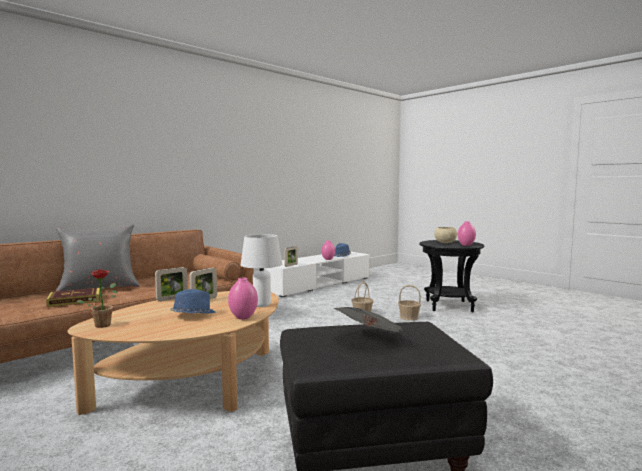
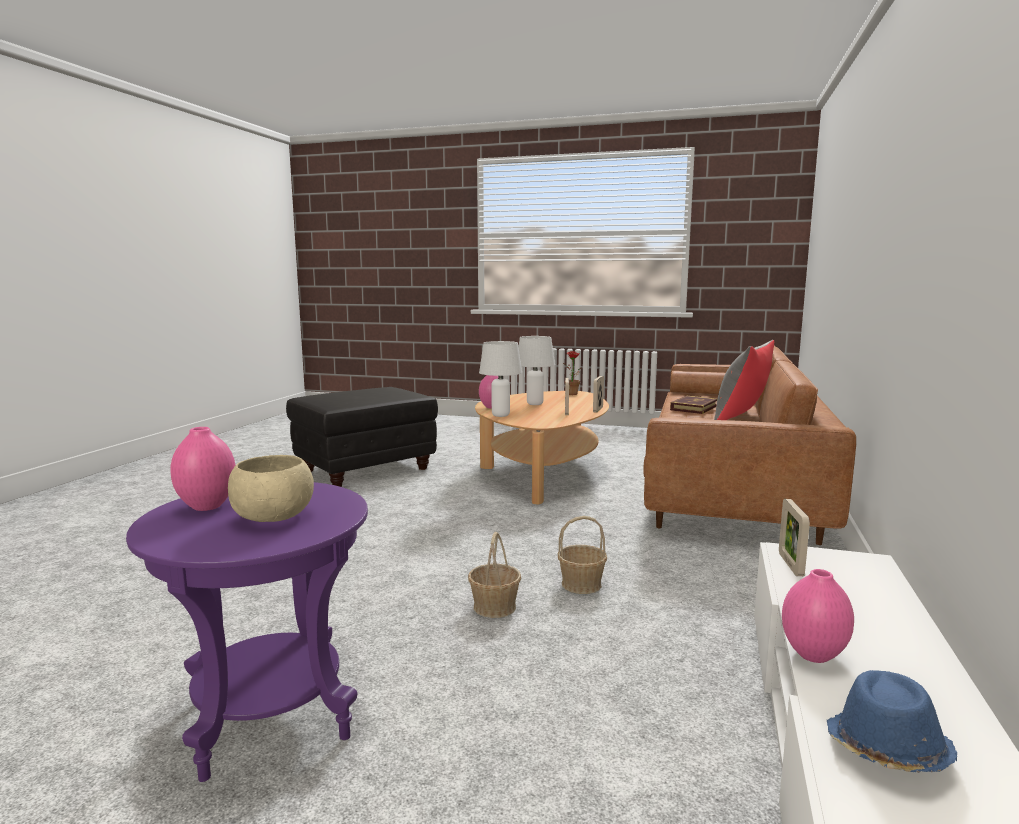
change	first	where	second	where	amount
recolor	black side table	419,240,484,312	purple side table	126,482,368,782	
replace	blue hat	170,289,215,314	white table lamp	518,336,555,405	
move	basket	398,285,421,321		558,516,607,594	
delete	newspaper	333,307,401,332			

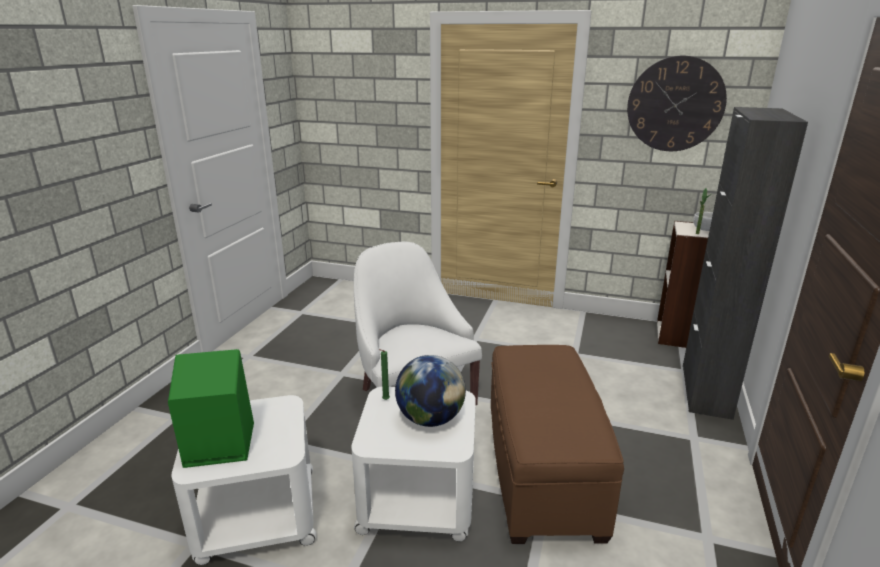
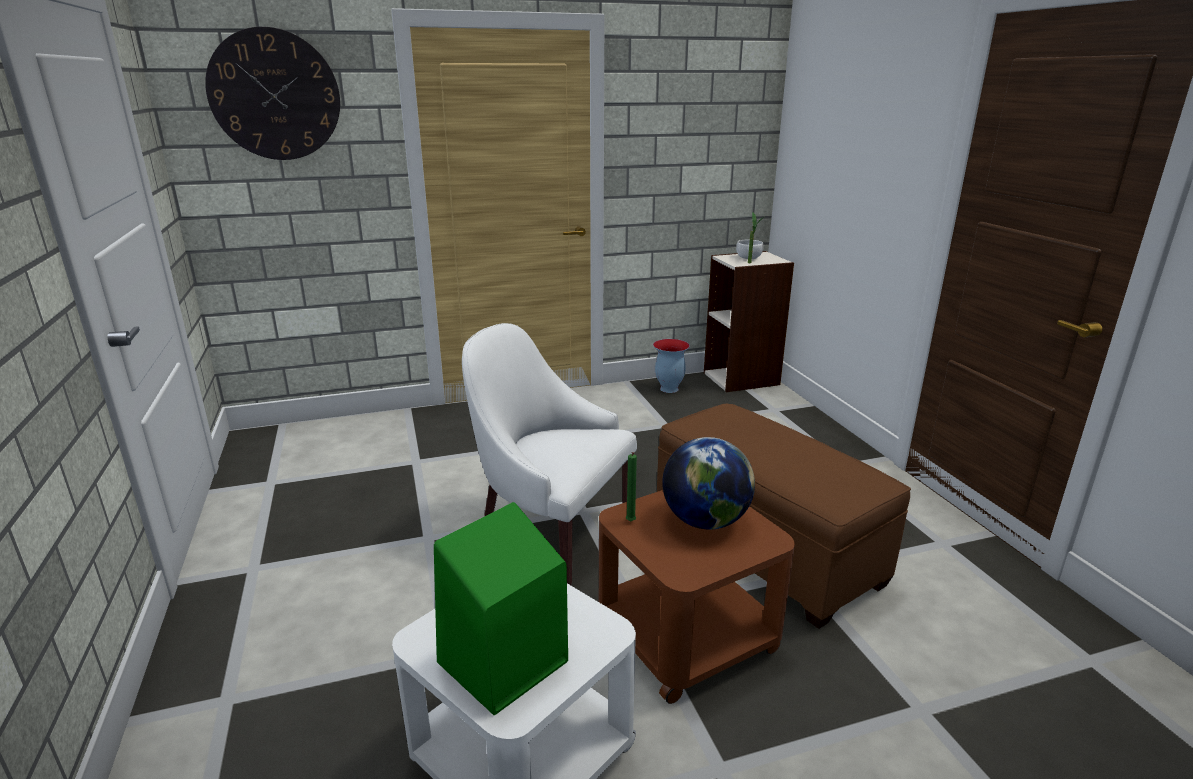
change	first	where	second	where	amount
move	wall clock	627,56,727,151		205,27,340,160	
recolor	white side table	351,387,476,541	brown side table	599,490,795,704	
insert			vase	653,339,690,393	
delete	black cabinet	683,107,808,420			

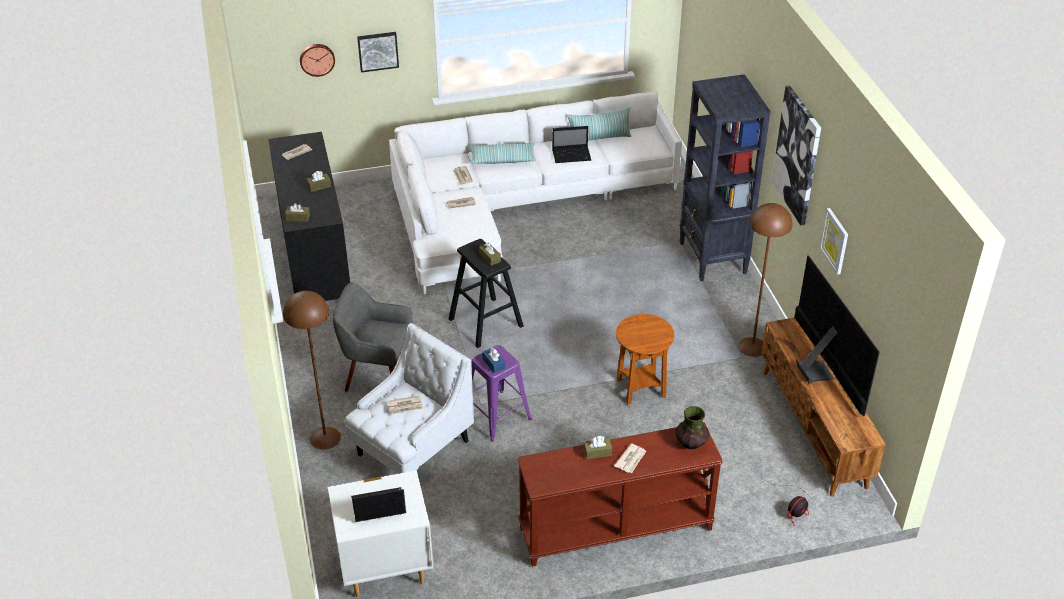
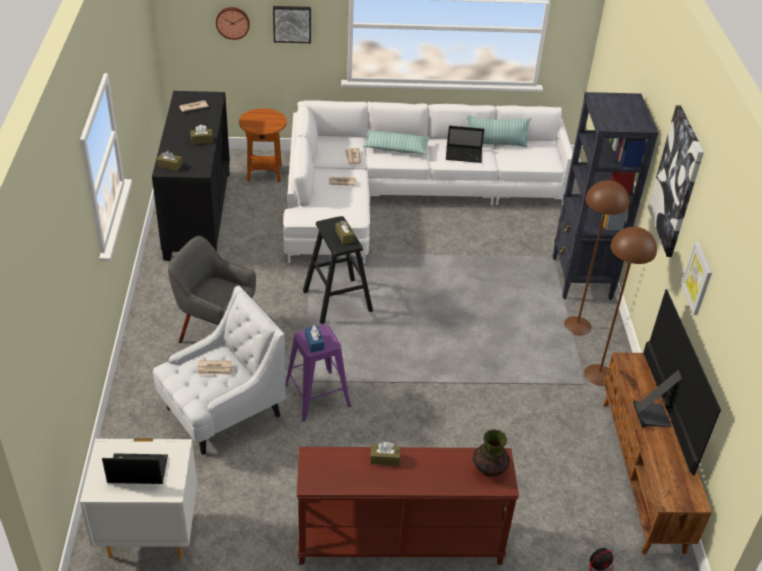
change	first	where	second	where	amount
move	brown side table	616,314,674,404		239,108,287,182	
move	brown floor lamp	283,291,341,450		564,180,629,336	
delete	newspaper	614,443,646,473			

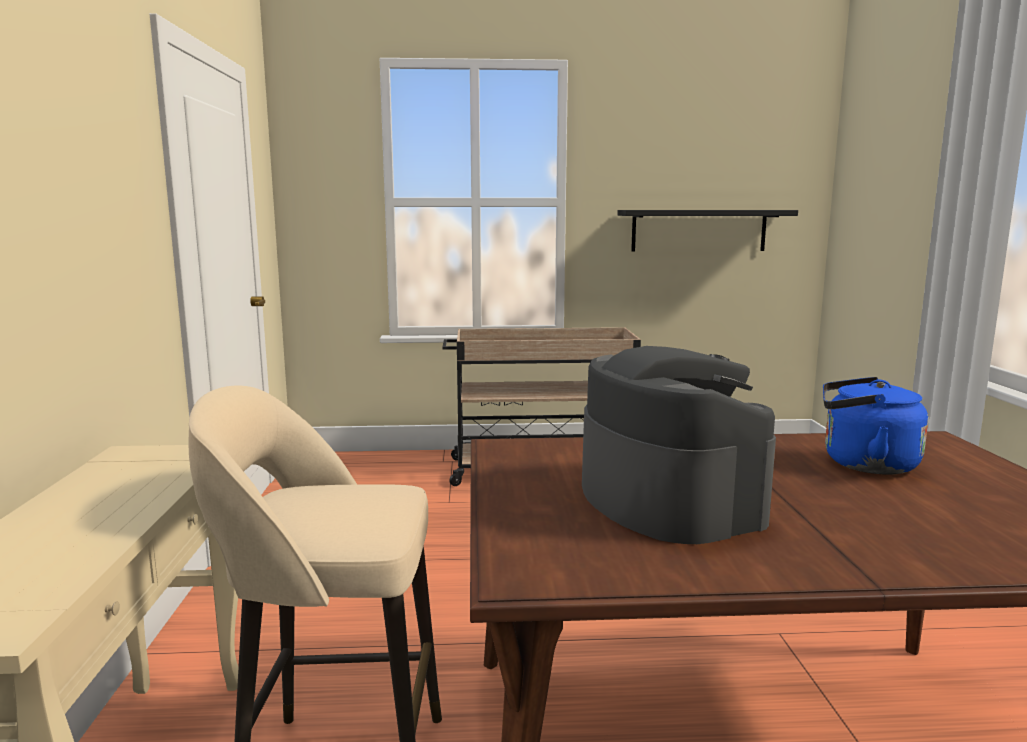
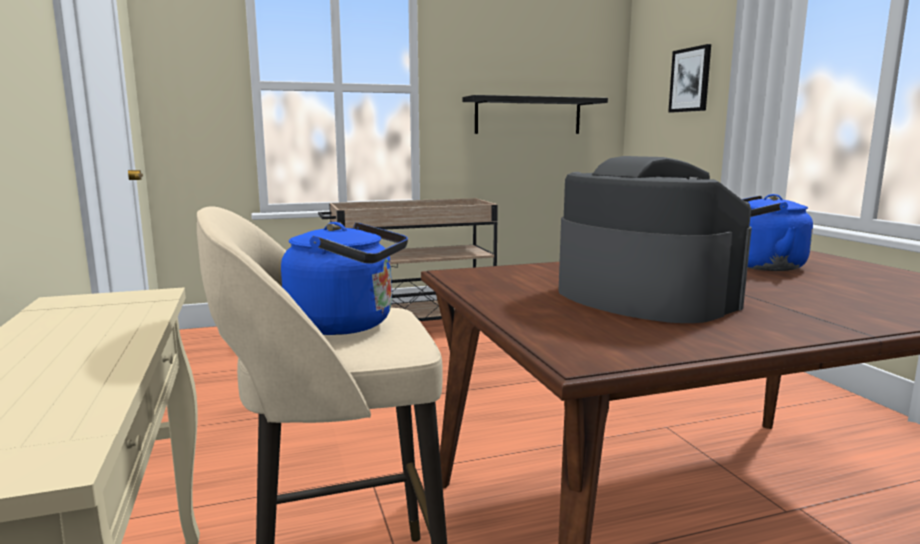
change	first	where	second	where	amount
insert			blue kettle	281,222,408,335	
insert			picture	668,44,711,113	

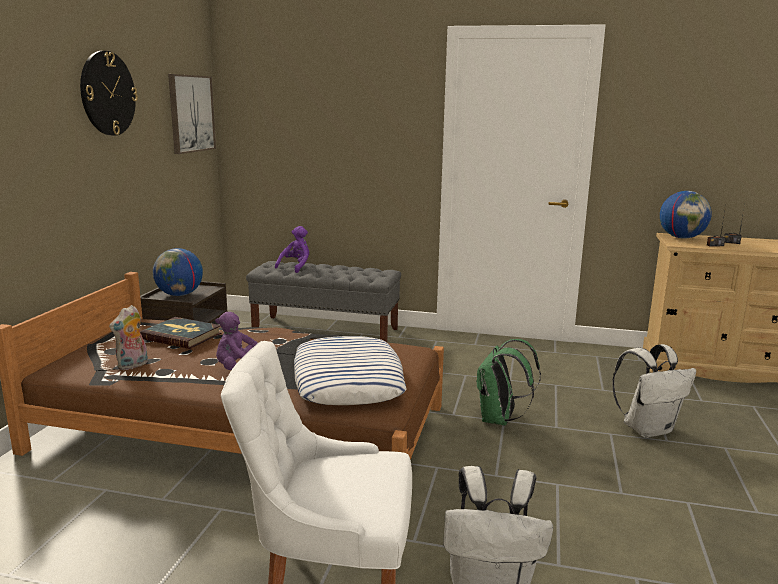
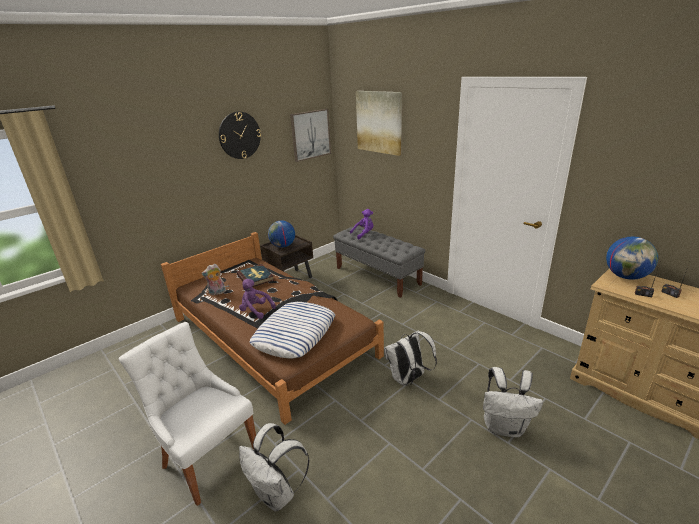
change	first	where	second	where	amount
insert			picture	356,91,402,156	
recolor	green backpack	476,339,541,426	white backpack	384,330,437,386	

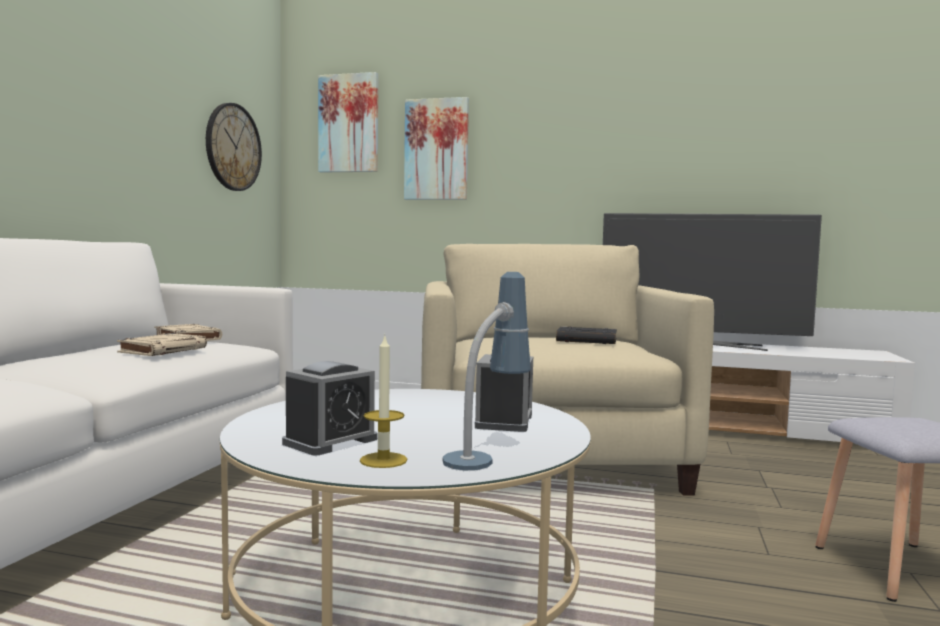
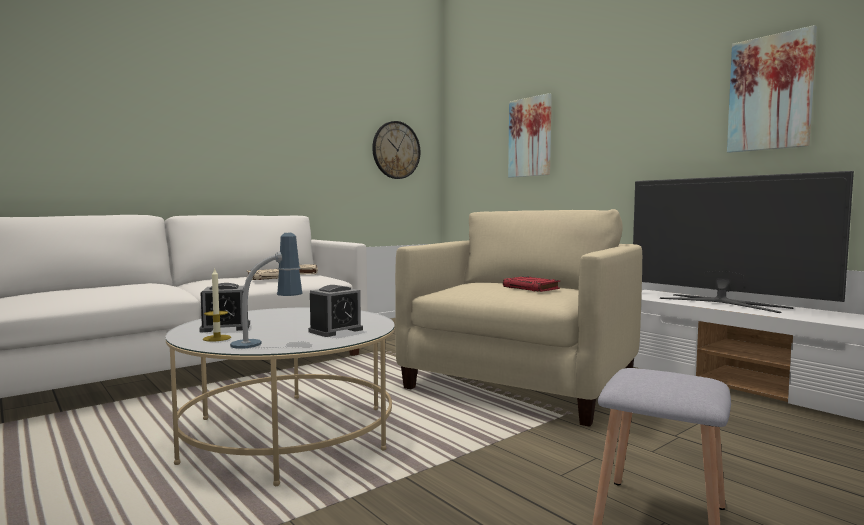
change	first	where	second	where	amount
recolor	black book	556,327,617,344	red book	503,276,560,292	
move	picture	318,72,378,173		727,25,817,153	

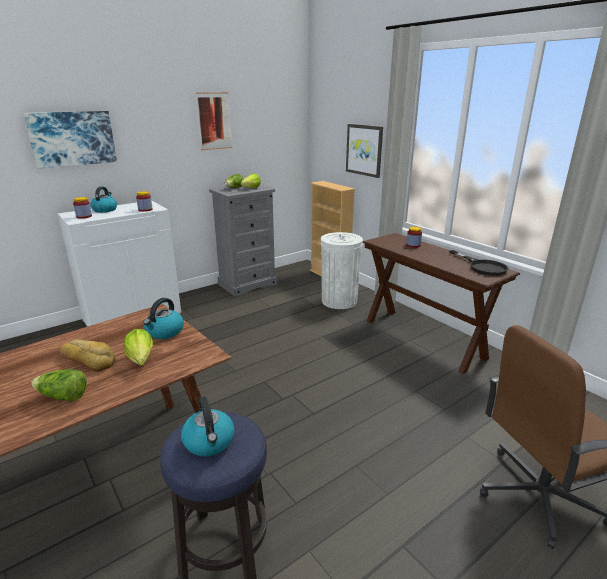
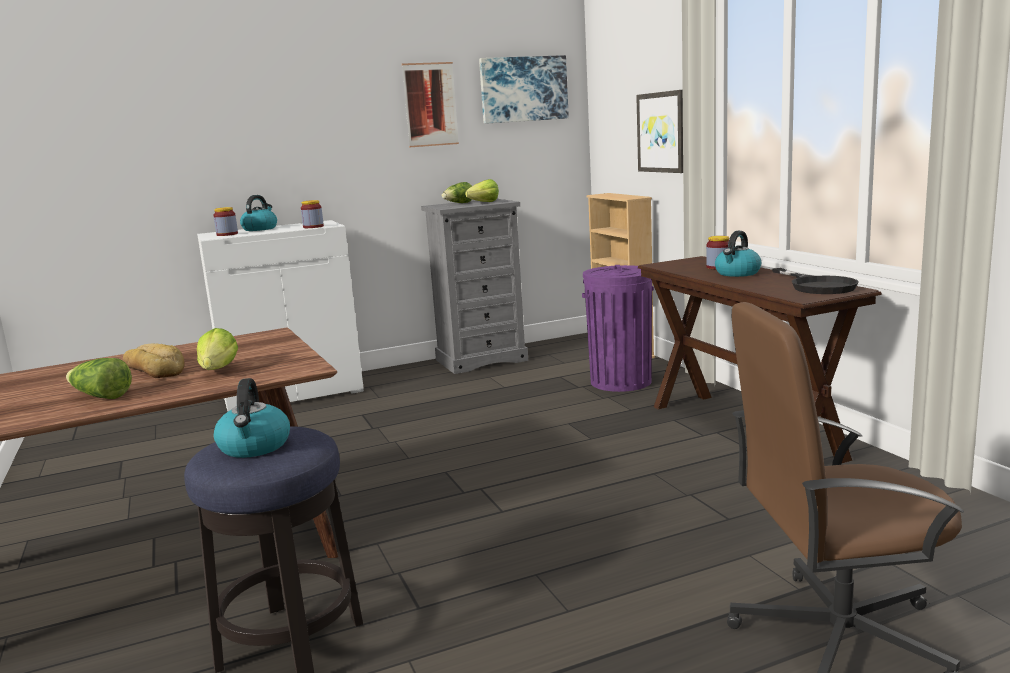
change	first	where	second	where	amount
move	picture	23,111,117,169		479,55,569,124	
recolor	white trash can	321,232,363,309	purple trash can	582,265,654,392	
move	kettle	143,298,184,339		715,231,761,277	

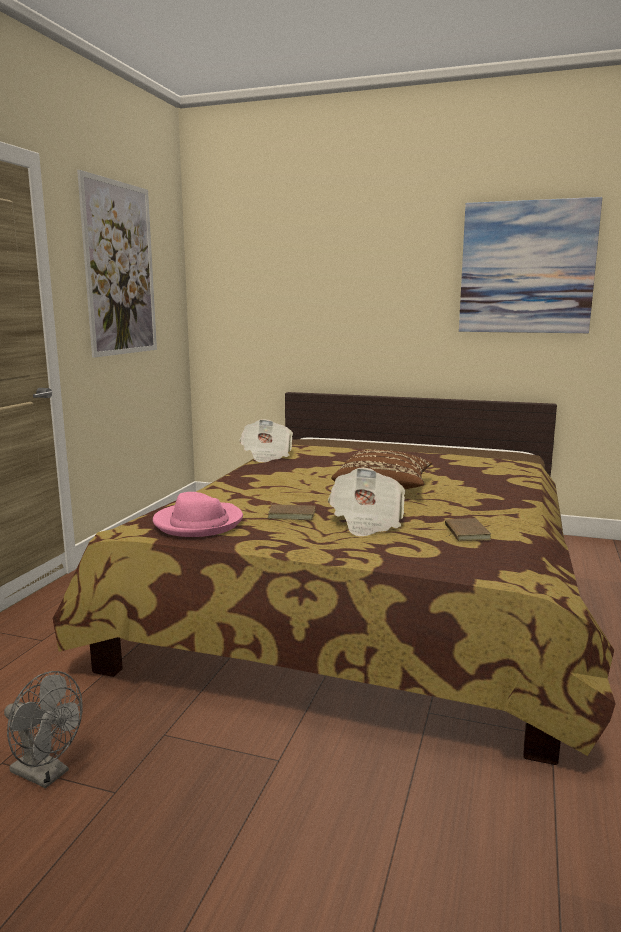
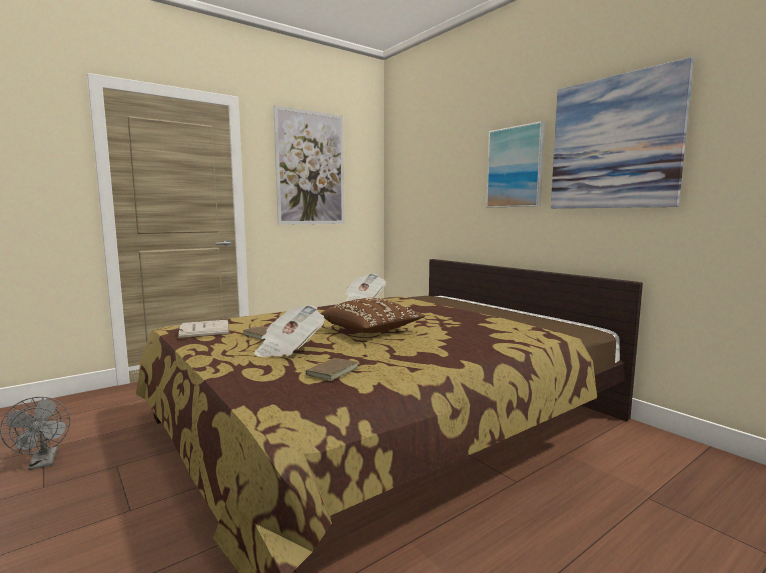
change	first	where	second	where	amount
replace	pink hat	153,492,243,537	white book	178,320,230,339	
insert			picture	486,121,545,207	

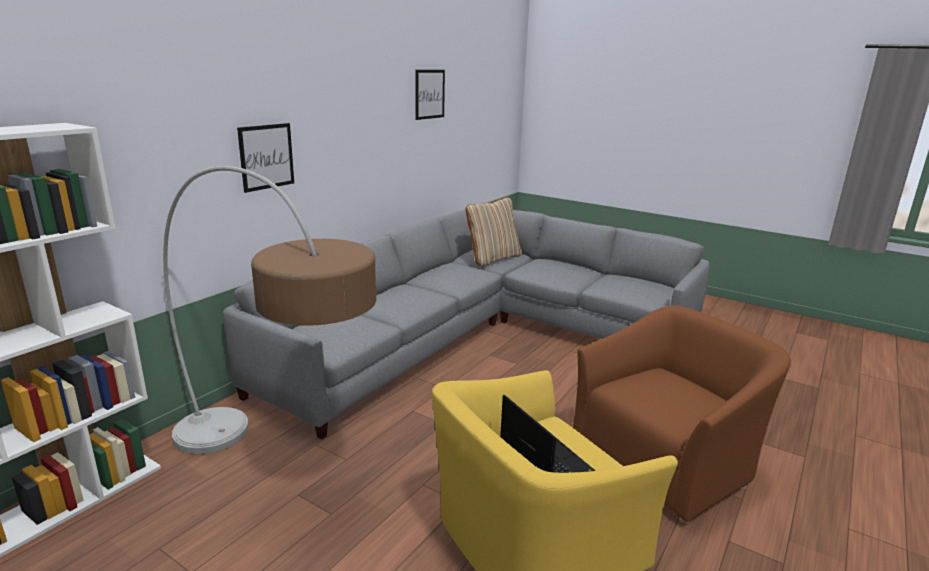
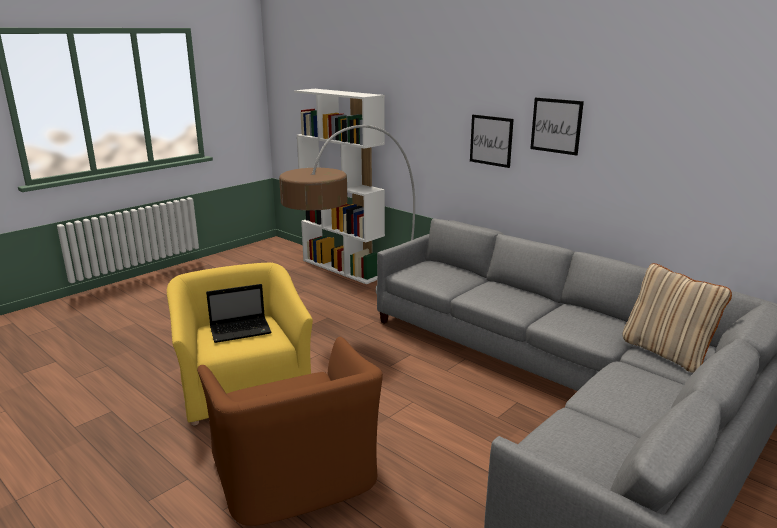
change	first	where	second	where	amount
move	picture	416,70,445,120		530,98,584,156	

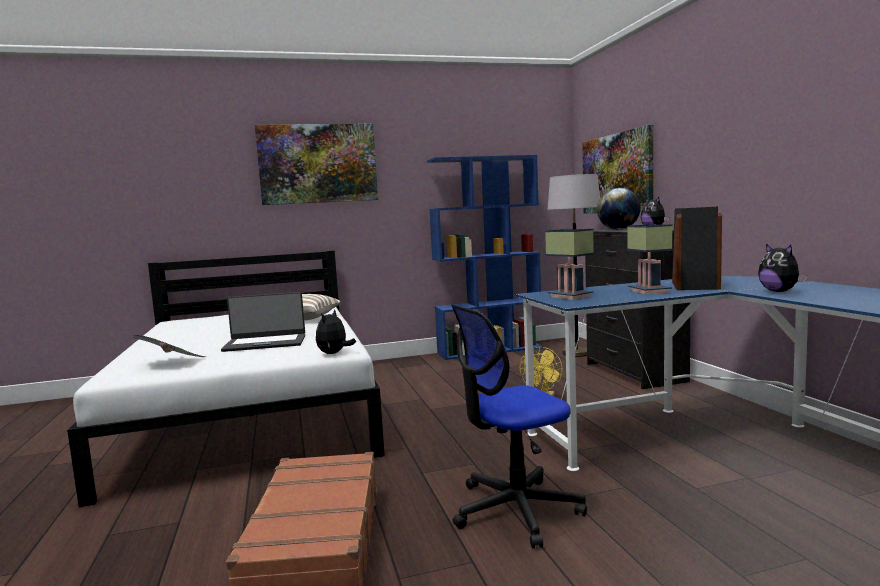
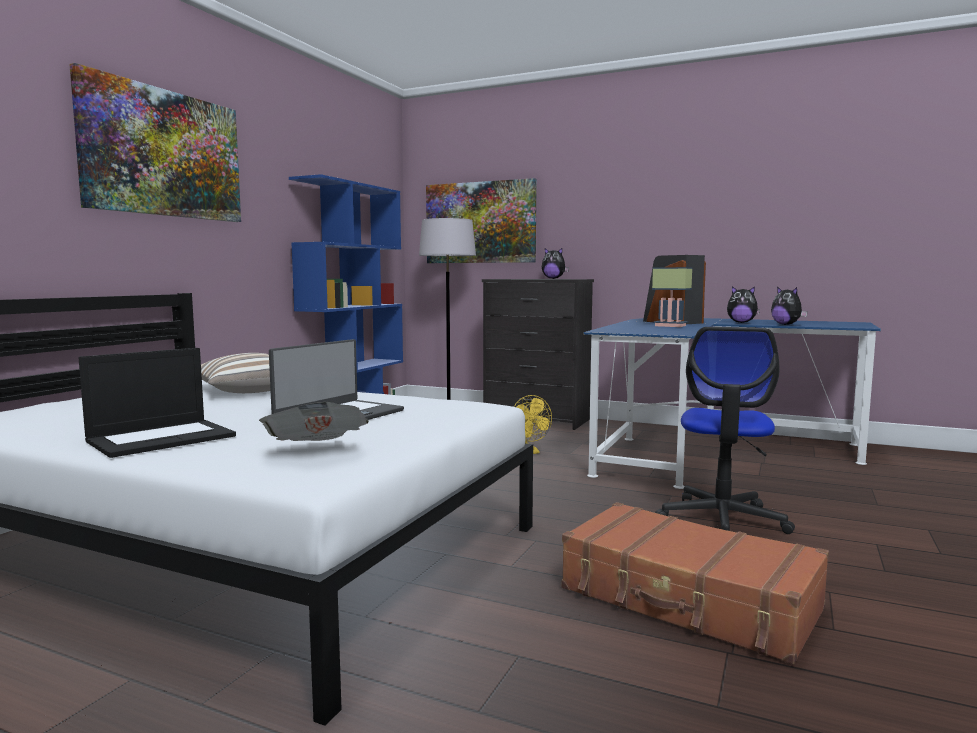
change	first	where	second	where	amount
insert			laptop	79,348,236,458	
move	plush toy	316,309,356,354		771,287,808,325	
delete	table lamp	545,229,594,300			
delete	globe	597,188,641,230			

